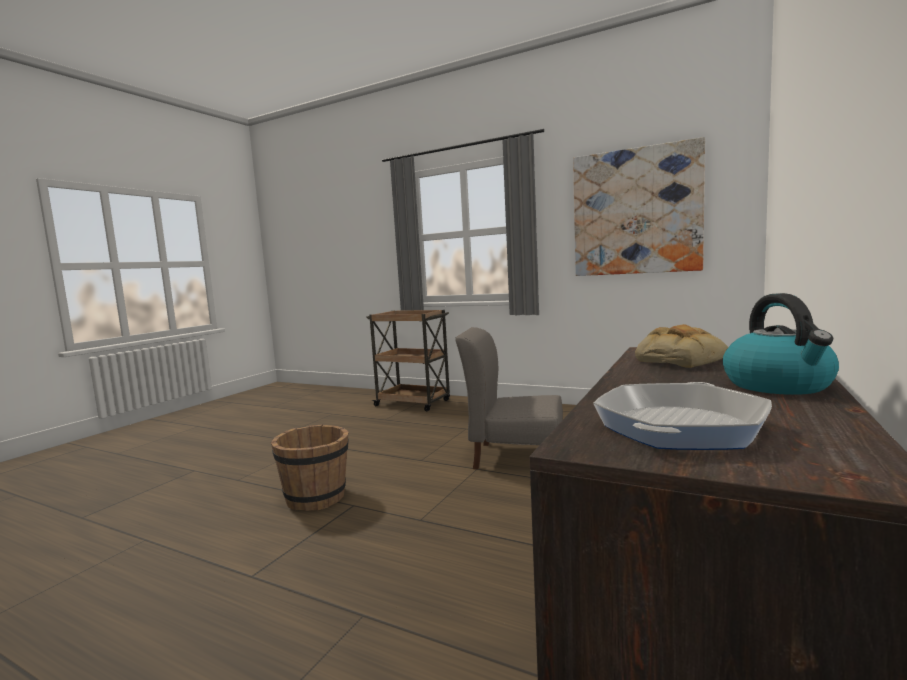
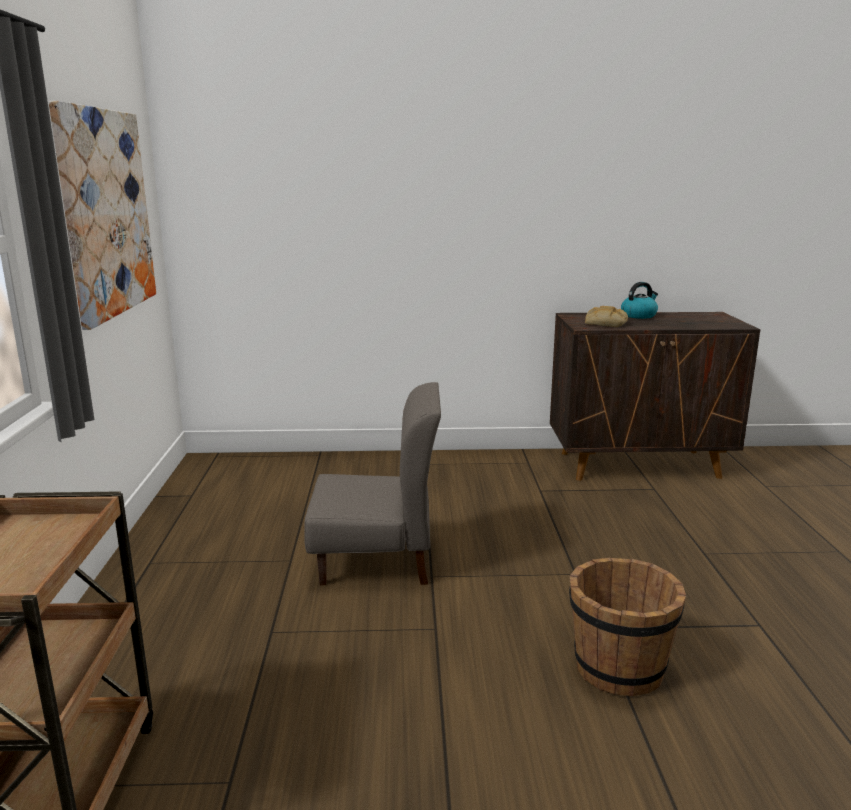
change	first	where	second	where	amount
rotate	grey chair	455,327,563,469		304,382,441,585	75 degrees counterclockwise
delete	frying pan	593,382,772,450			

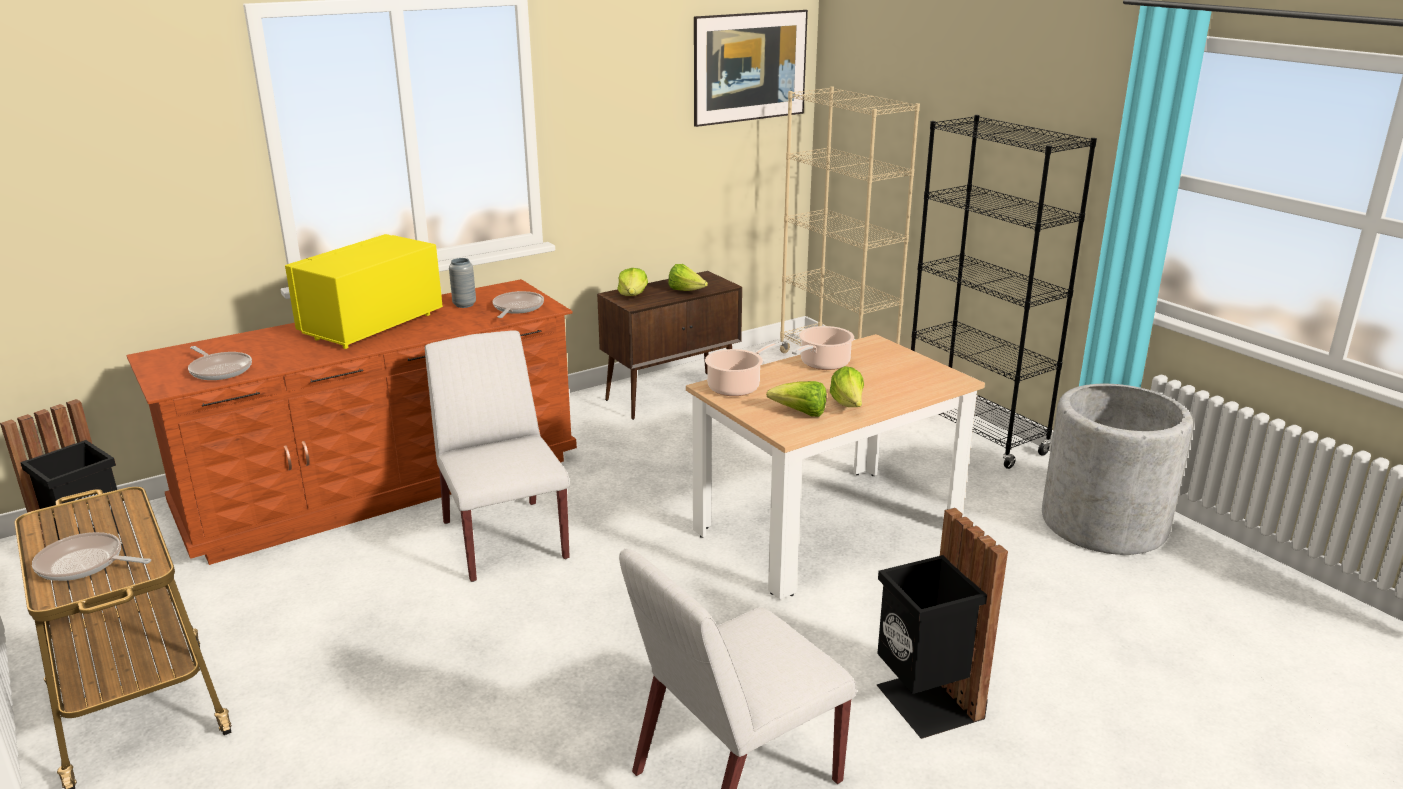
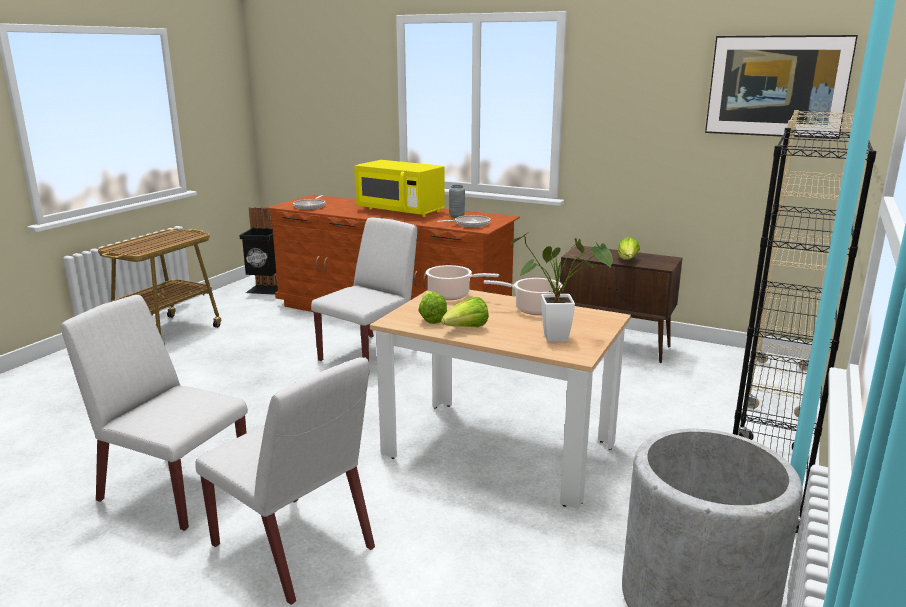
change	first	where	second	where	amount
replace	black trash can	877,508,1008,739	white chair	195,357,375,605	
rotate	yellow microwave	285,234,443,349		354,160,445,217	150 degrees counterclockwise
insert			potted plant	511,233,613,342	
delete	frying pan	32,532,151,581			
delete	lettuce	618,268,648,296			

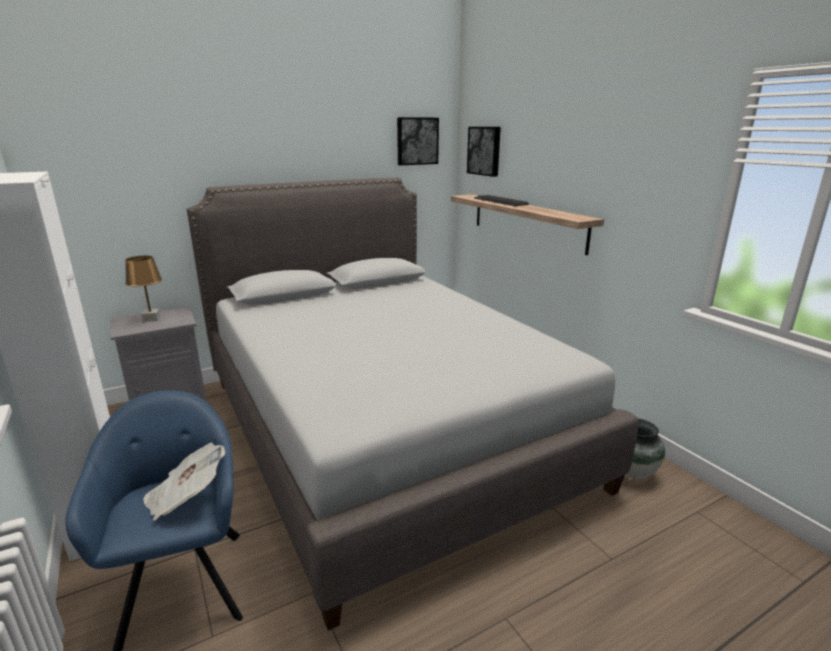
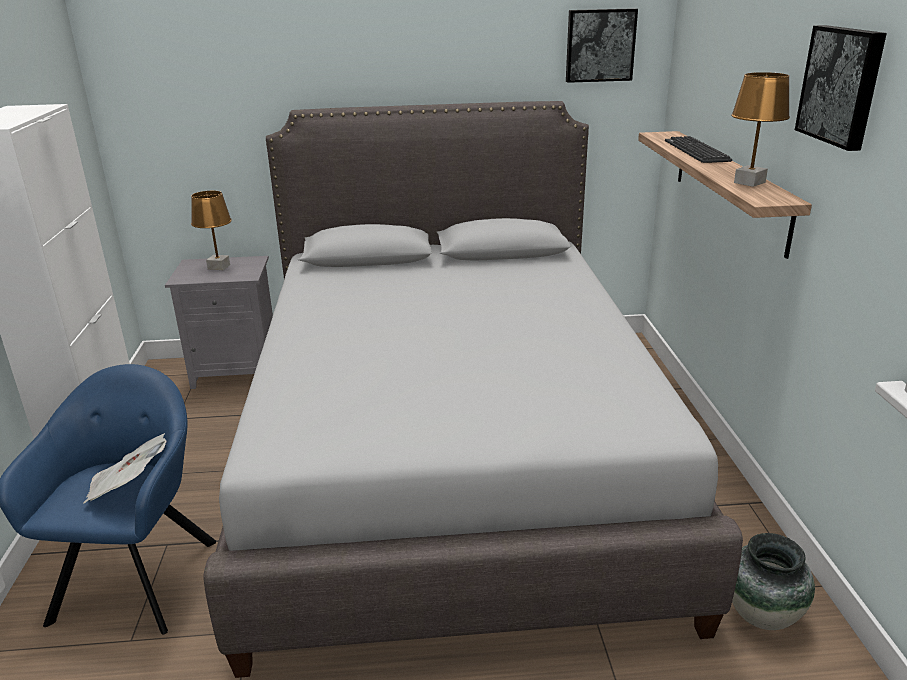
change	first	where	second	where	amount
insert			brown table lamp	731,72,790,187	
move	picture	467,127,501,177		795,25,887,151	

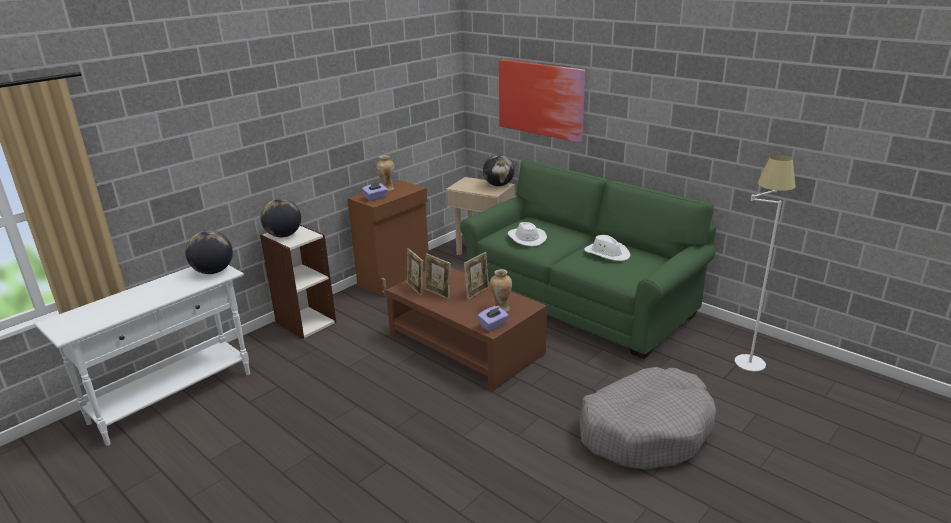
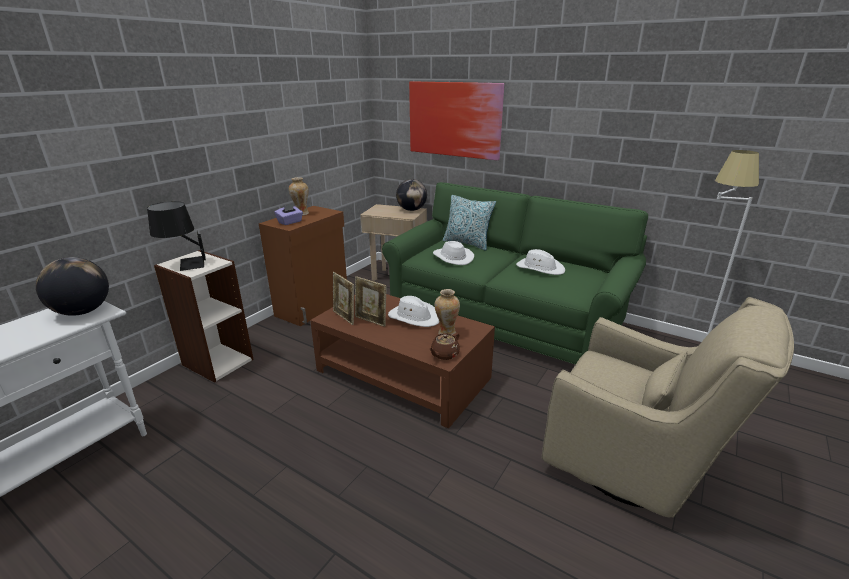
change	first	where	second	where	amount
replace	globe	261,198,301,237	black table lamp	147,201,206,271	
replace	picture frame	464,252,489,300	white hat	388,296,439,327	
replace	purple tissue box	478,306,509,331	brown teapot	429,333,460,360	
insert			pillow	443,195,496,250	
replace	grey dog bed	580,367,716,469	beige armchair	542,297,794,518	

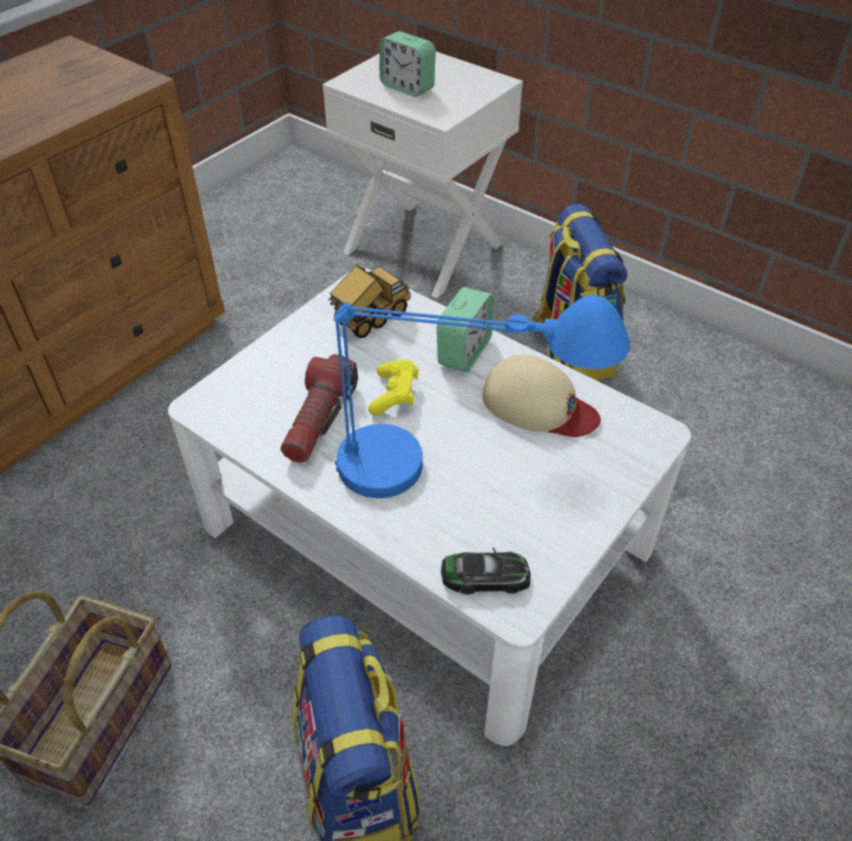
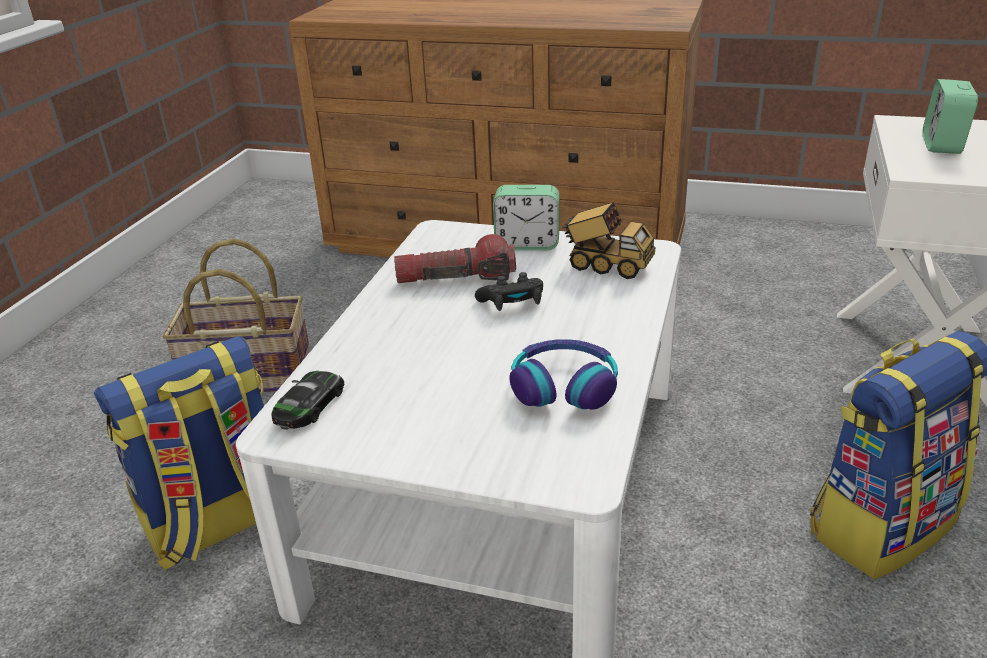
change	first	where	second	where	amount
rotate	toy car	441,548,531,595		271,371,344,430	135 degrees counterclockwise
recolor	yellow game controller	369,359,418,416	black game controller	475,272,543,311	
move	alarm clock	437,287,493,372		493,185,559,250	
replace	beige cap	483,354,601,437	headphones	509,339,618,410	
delete	blue table lamp	333,295,630,498			

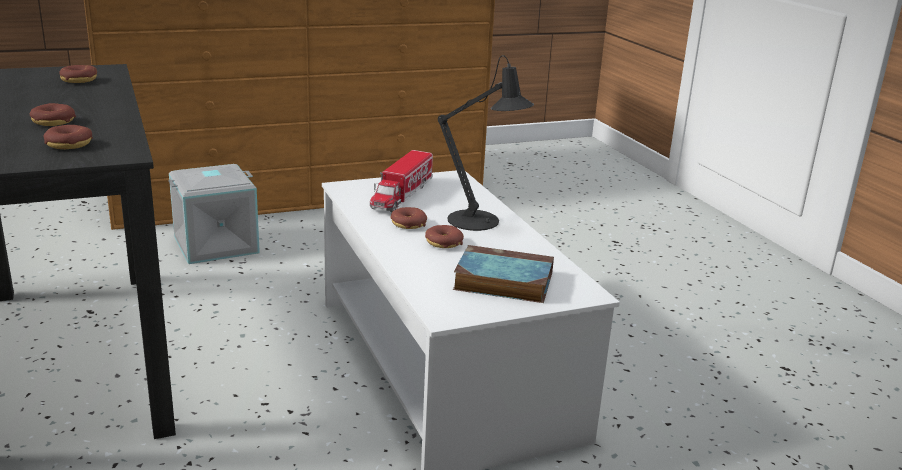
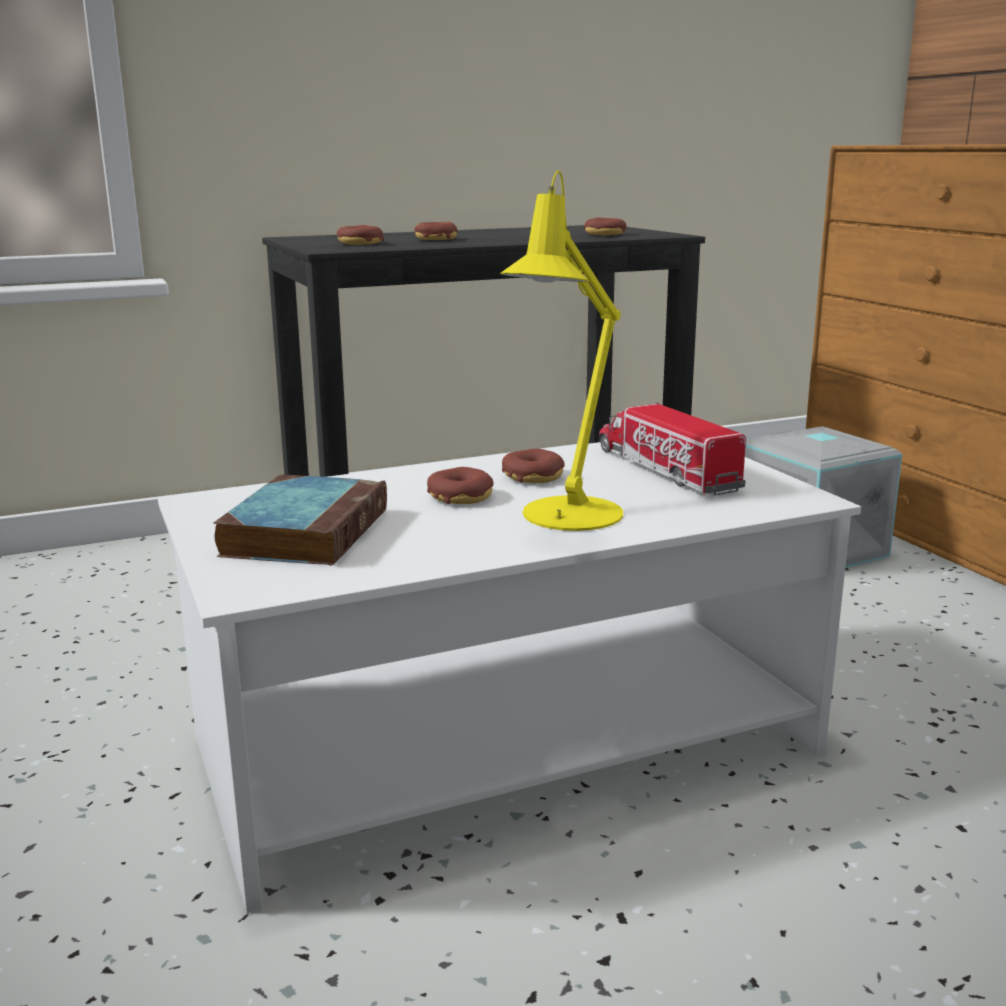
change	first	where	second	where	amount
recolor	black table lamp	438,55,534,231	yellow table lamp	500,171,623,531	
rotate	toy truck	370,150,433,213		599,402,746,495	45 degrees clockwise

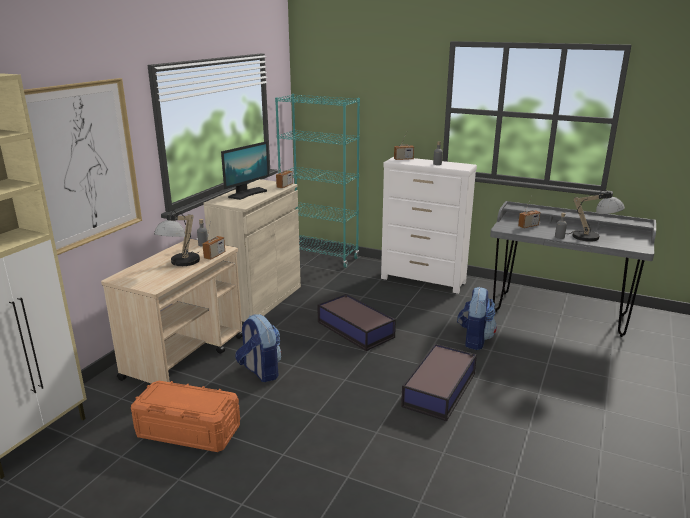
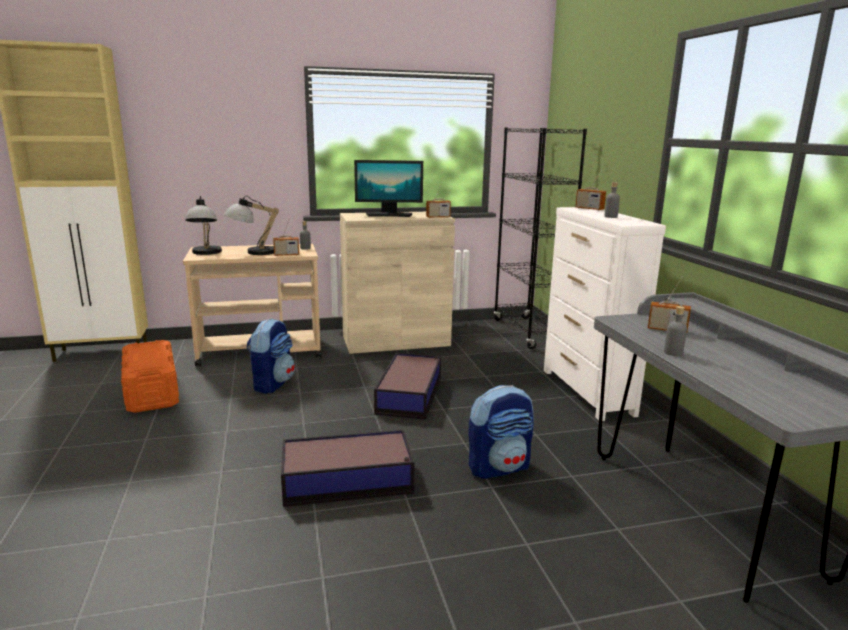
change	first	where	second	where	amount
move	table lamp	565,189,625,242		185,196,222,255	
recolor	turquoise bookcase	275,94,360,268	black bookcase	493,127,587,349	
delete	picture	24,78,142,255			

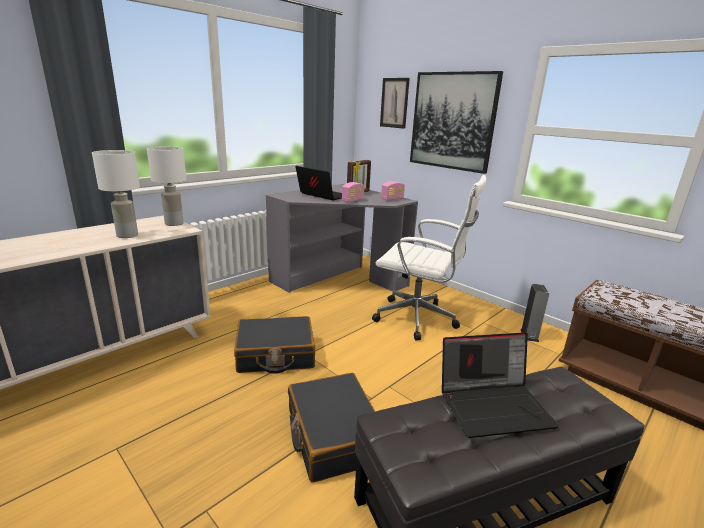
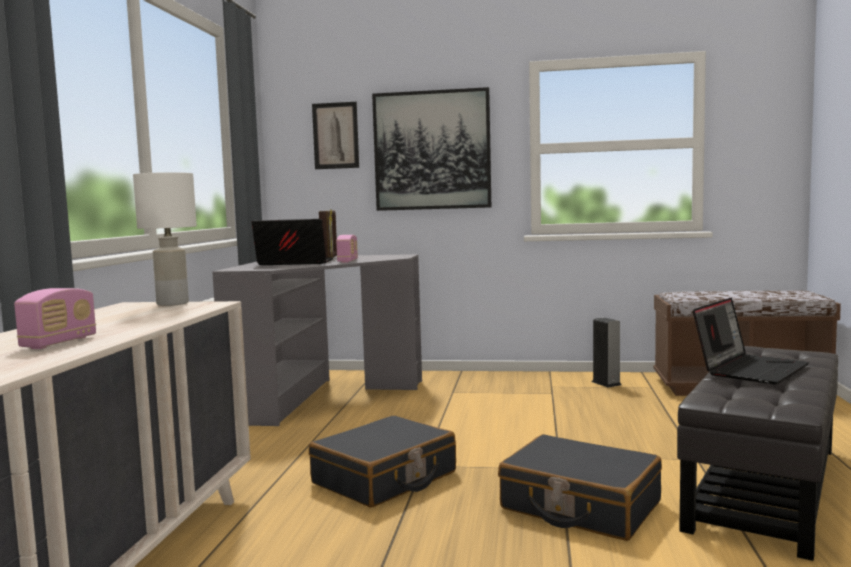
change	first	where	second	where	amount
move	radio	381,181,405,201		14,288,96,349	
delete	white table lamp	92,150,140,238			
delete	white office chair	372,175,486,340			

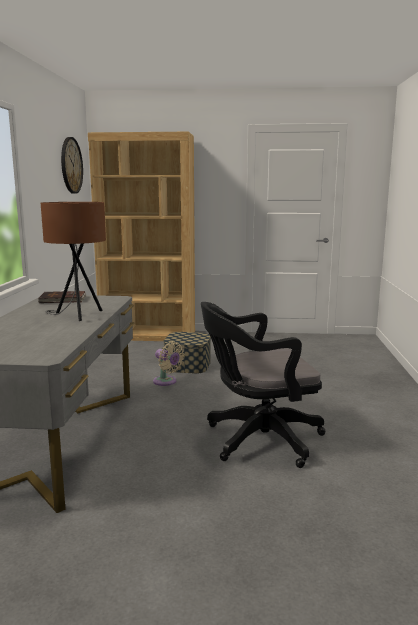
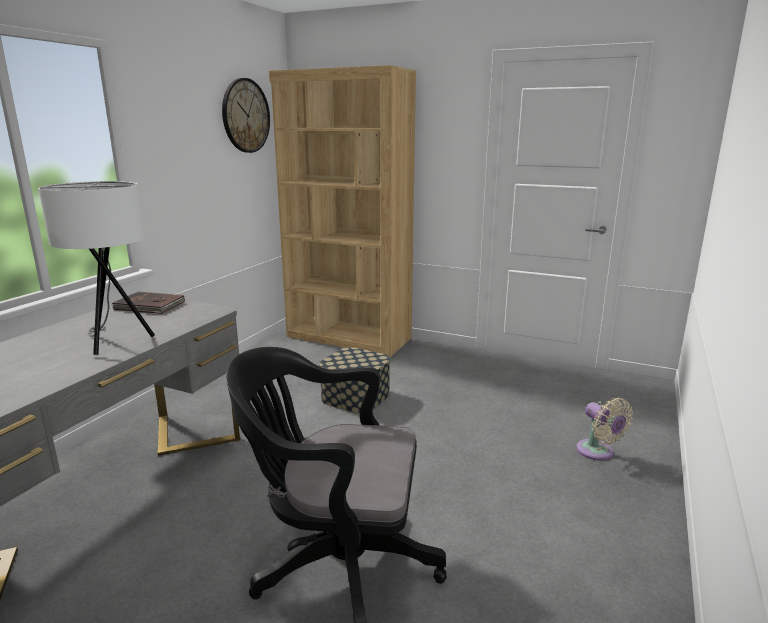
change	first	where	second	where	amount
recolor	brown table lamp	41,202,106,321	white table lamp	38,181,155,355	
move	beige fan	153,342,184,386		576,398,633,461	

